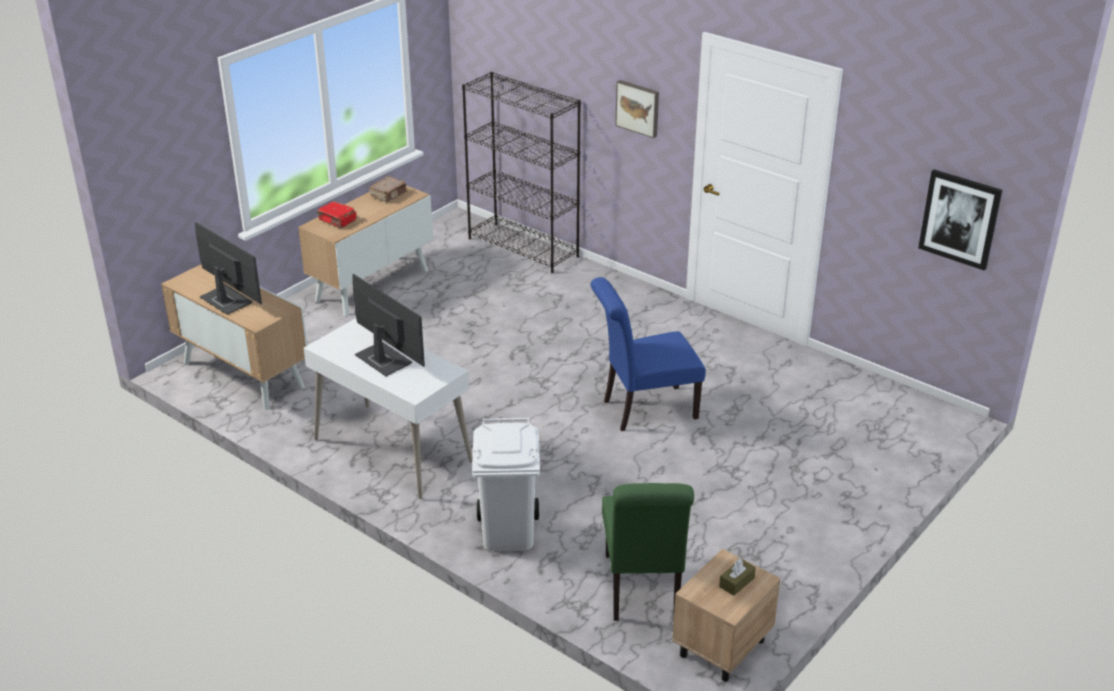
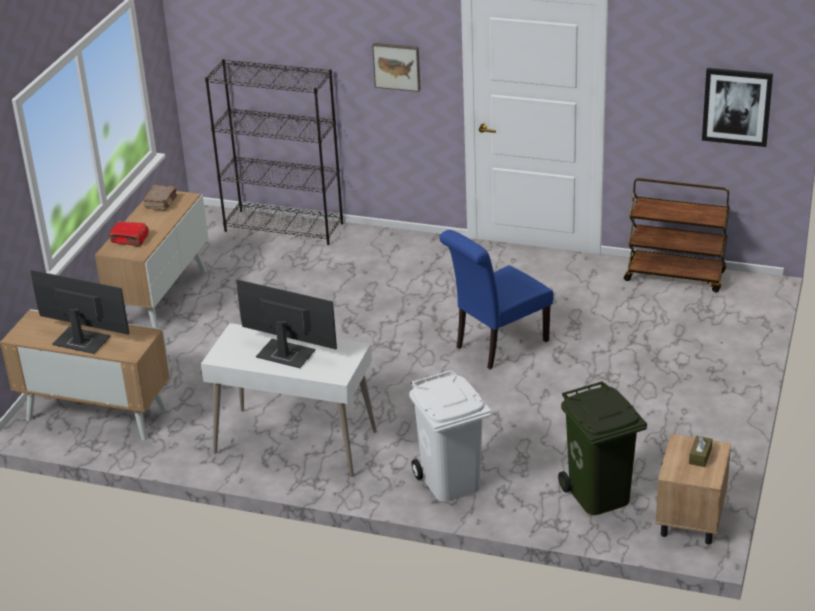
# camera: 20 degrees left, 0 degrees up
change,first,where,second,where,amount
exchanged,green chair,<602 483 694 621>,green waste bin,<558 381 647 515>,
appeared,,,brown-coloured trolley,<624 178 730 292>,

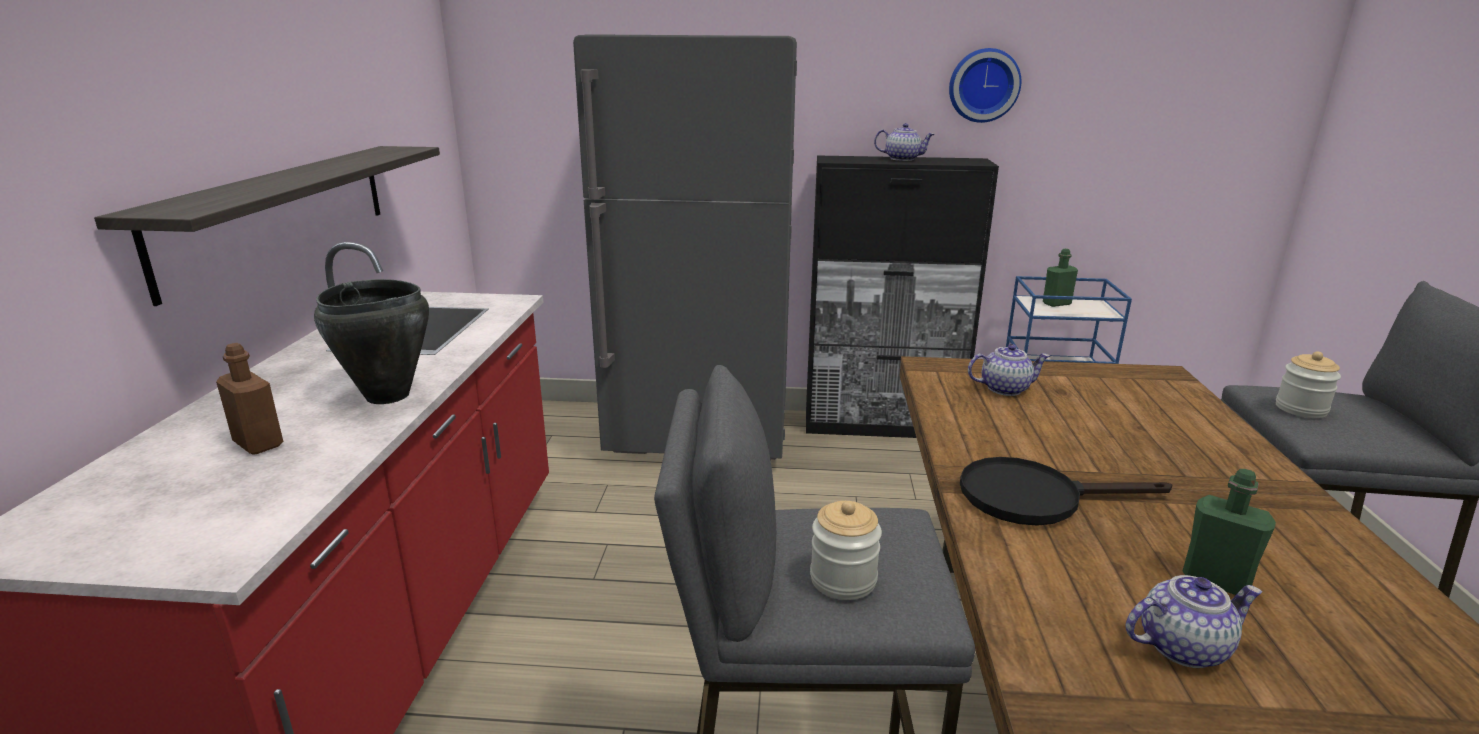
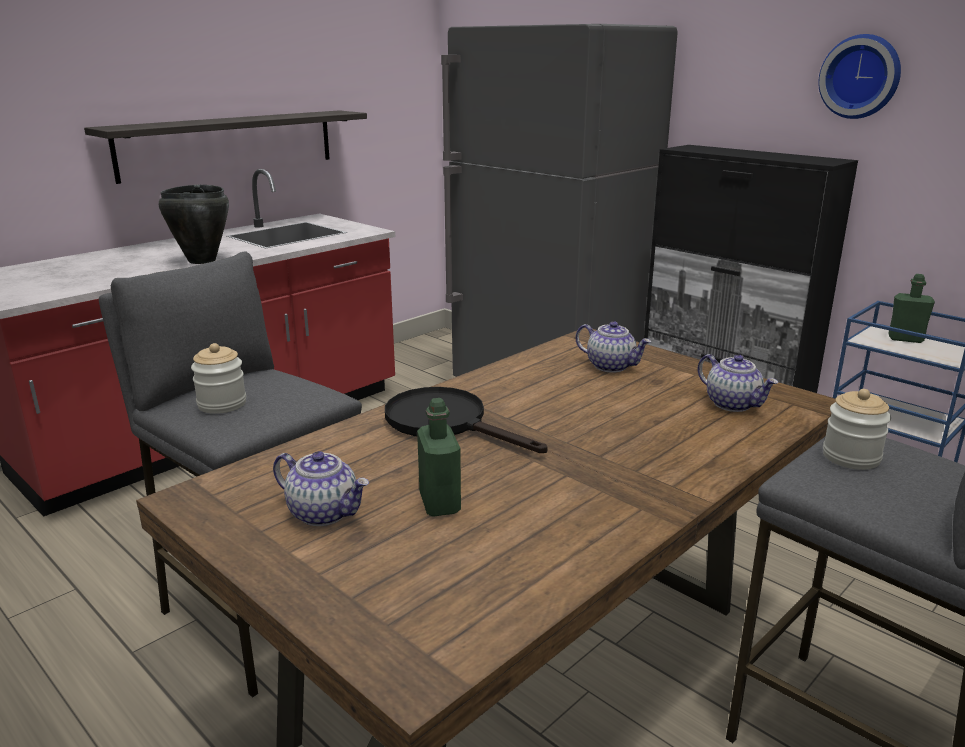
# camera: 40 degrees right, 0 degrees up
change,first,where,second,where,amount
missing,brown-coloured beverage bottle,<216 343 283 455>,,,
relocated,tea pot,<874 123 935 161>,,<698 354 778 412>,

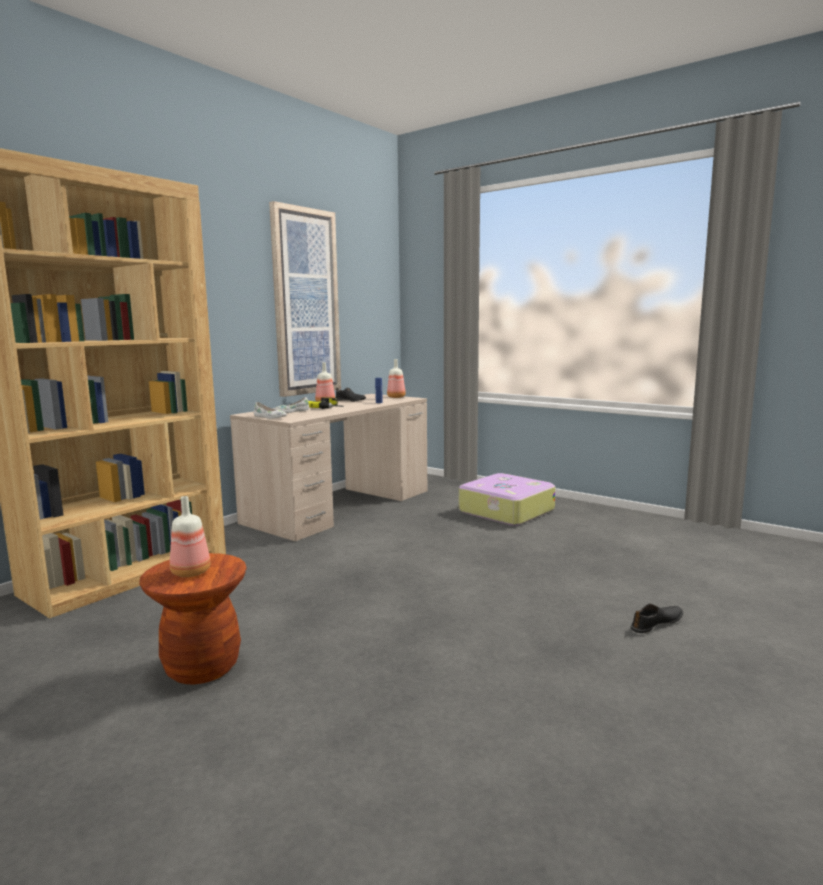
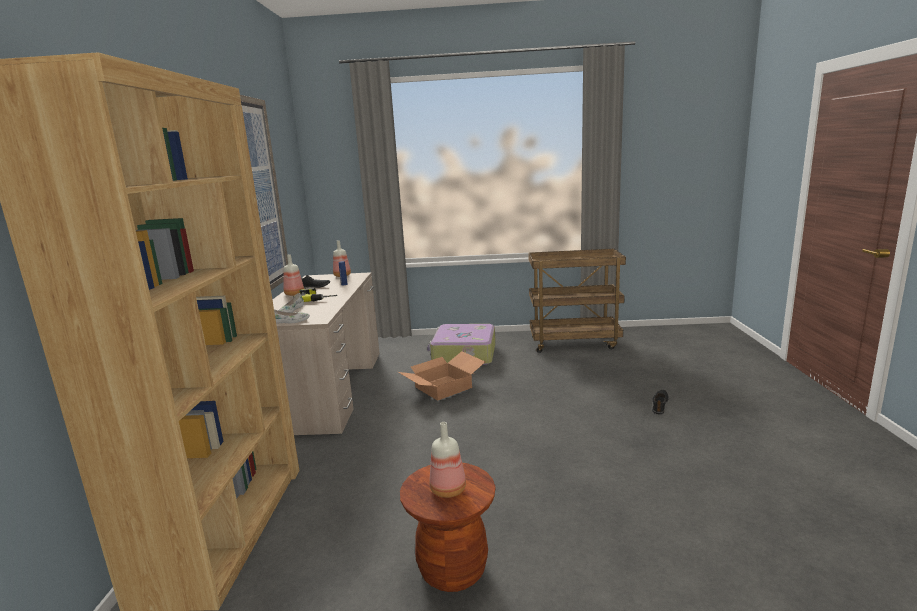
# camera: 35 degrees left, 5 degrees up
change,first,where,second,where,amount
appeared,,,carton,<398 351 485 401>,
appeared,,,brown-coloured trolley,<528 249 626 353>,

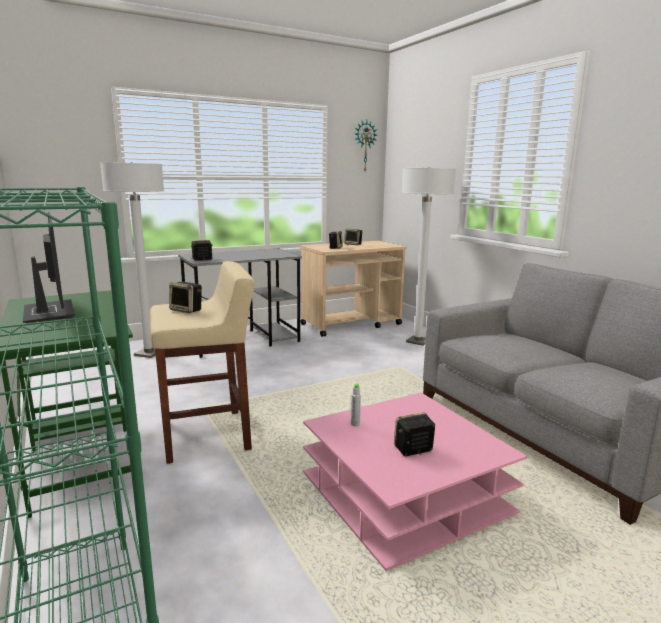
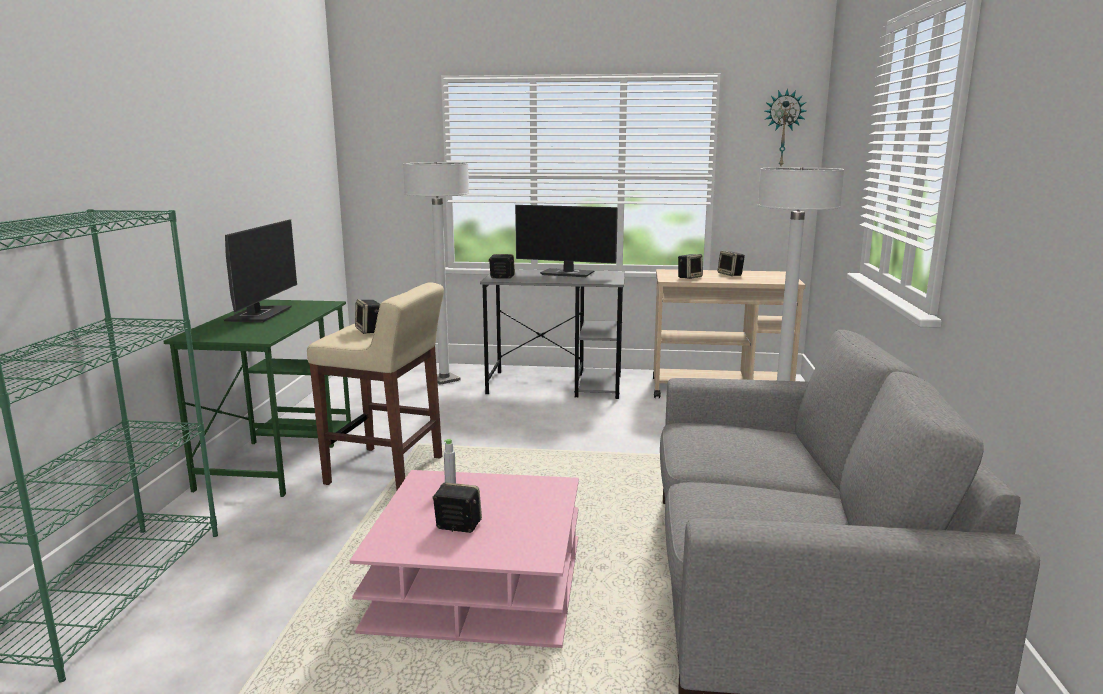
# camera: 35 degrees right, 0 degrees up
change,first,where,second,where,amount
appeared,,,monitor,<515 205 617 277>,

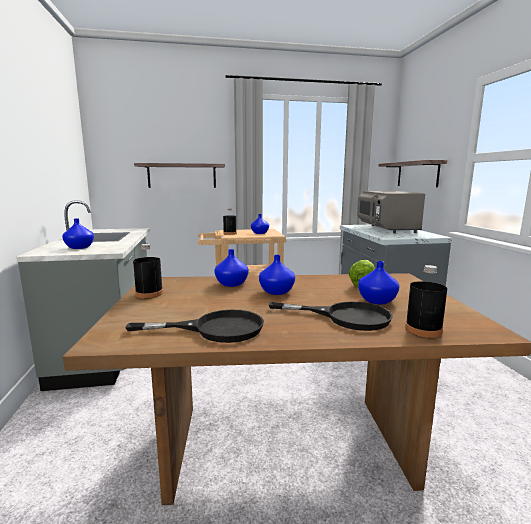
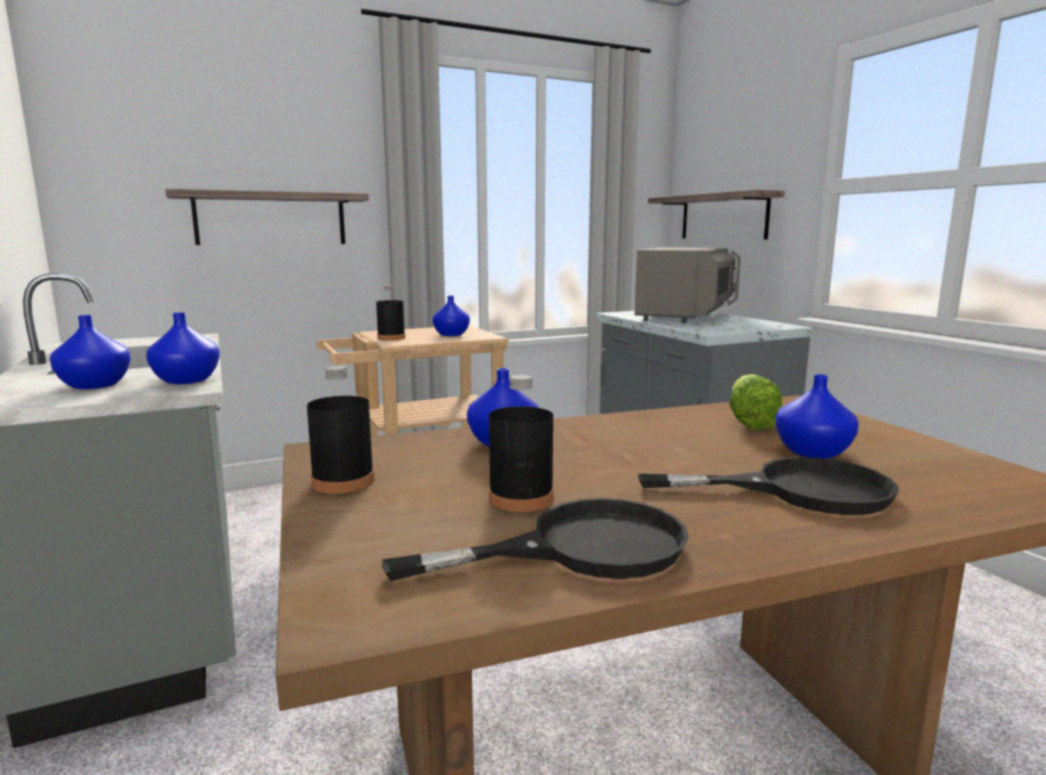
# camera: 15 degrees left, 0 degrees up
change,first,where,second,where,amount
relocated,blue-coloured decorative vase,<259 255 295 295>,,<146 312 220 384>,
spun,greyish microwave oven,<357 191 425 233>,,<635 247 741 323>,135 degrees counterclockwise
relocated,black beverage bottle,<405 265 447 338>,,<489 375 554 512>,

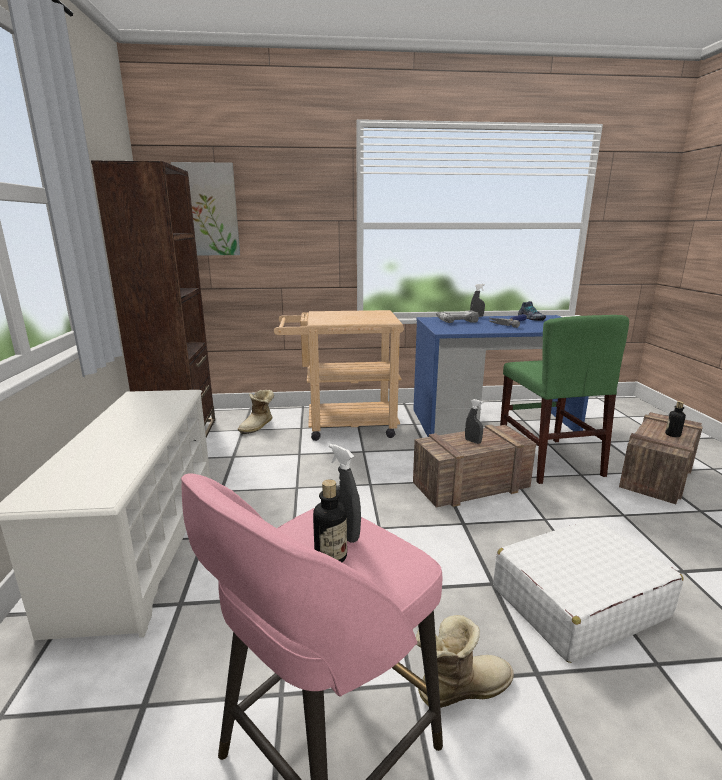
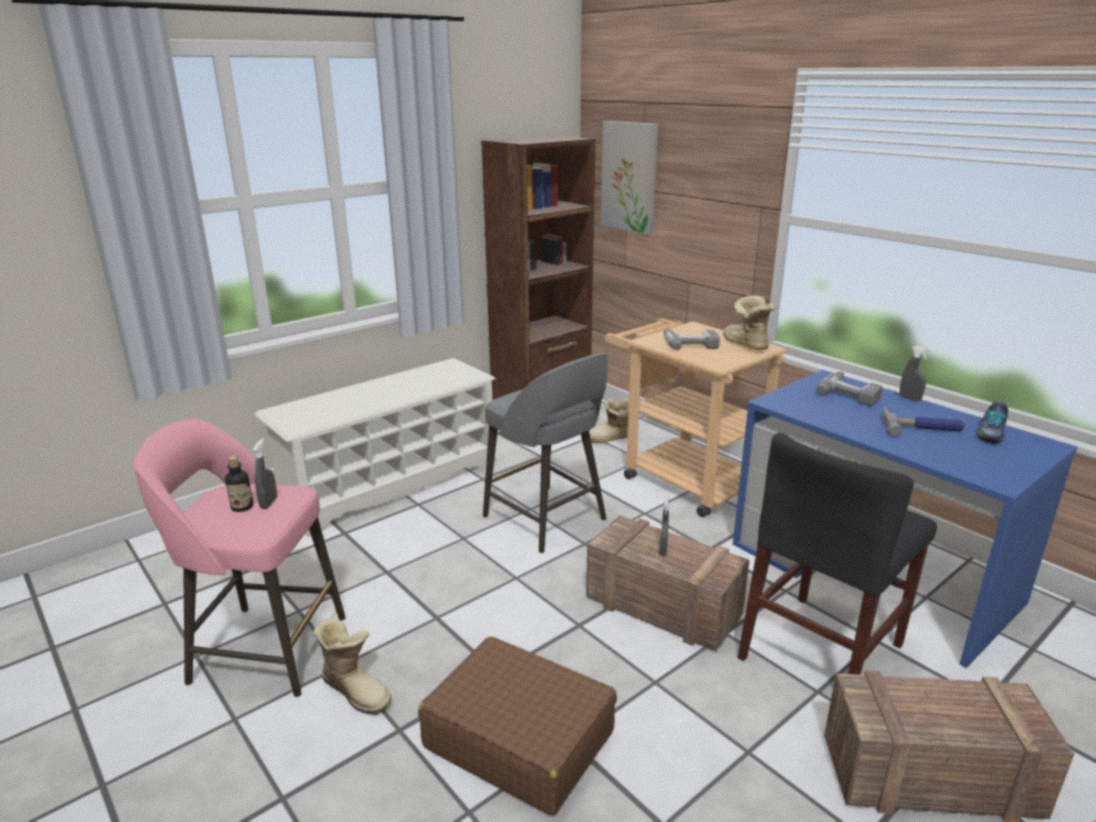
# camera: 55 degrees right, 5 degrees up
change,first,where,second,where,amount
colour,white suitcase,<493 518 684 663>,brown-coloured suitcase,<418 636 617 816>,
colour,green chair,<500 315 629 484>,black chair,<737 433 937 675>,
missing,beverage bottle,<665 401 686 437>,,,
appeared,,,greyish stool,<483 353 607 553>,
appeared,,,electric drill,<664 328 720 350>,
appeared,,,tall boot,<723 296 775 350>,

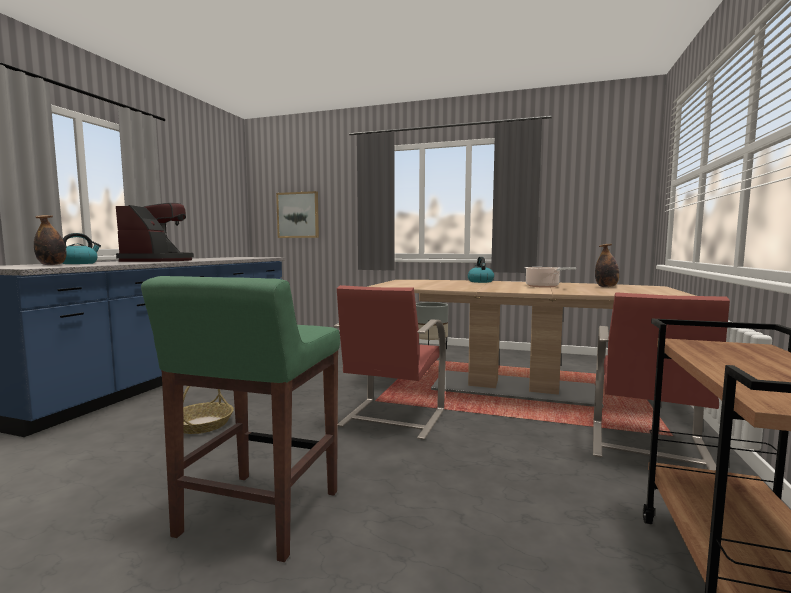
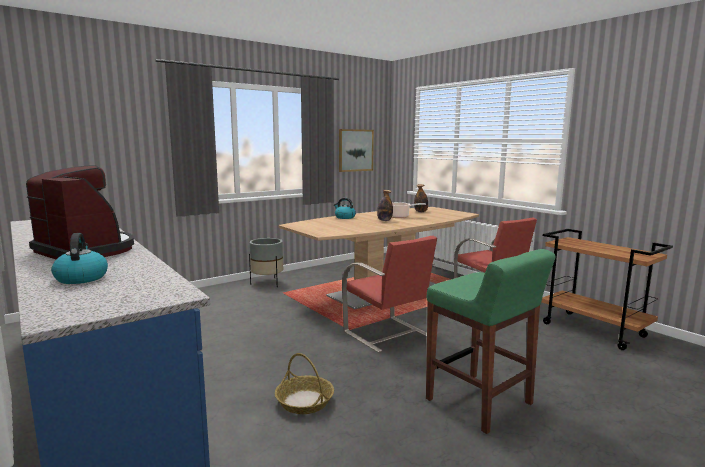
# camera: 55 degrees left, 5 degrees up
change,first,where,second,where,amount
relocated,beverage bottle,<34 215 67 265>,,<377 190 393 221>,
relocated,wall art,<276 191 319 238>,,<339 129 374 172>,

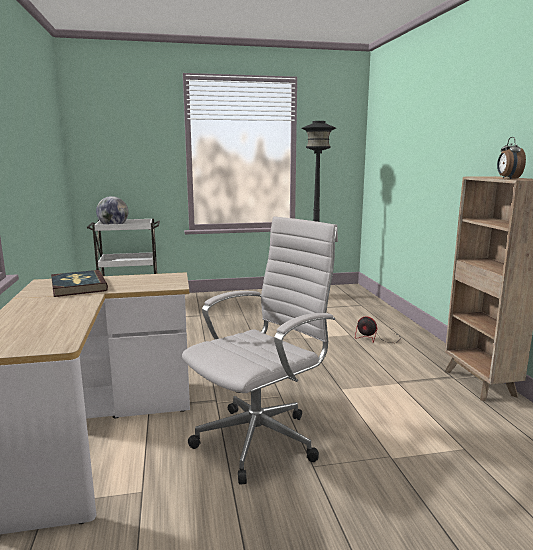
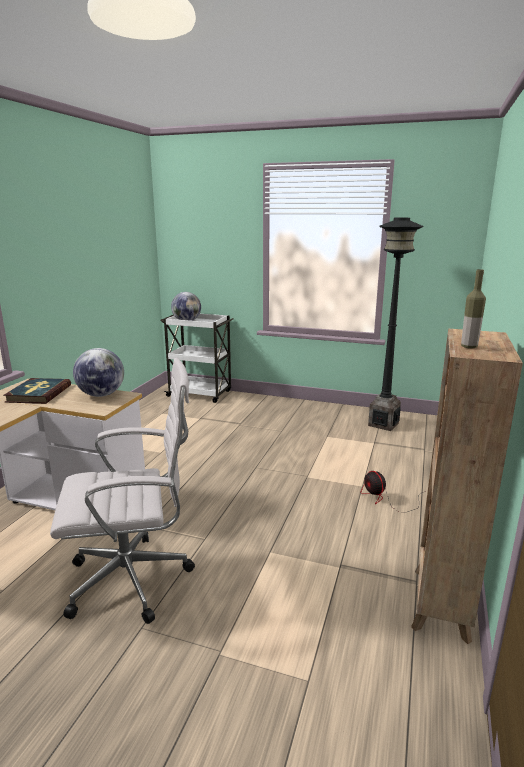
# camera: 30 degrees right, 5 degrees up
change,first,where,second,where,amount
exchanged,bedside clock,<497 137 526 179>,beverage bottle,<461 269 486 348>,
appeared,,,globe,<73 348 124 397>,

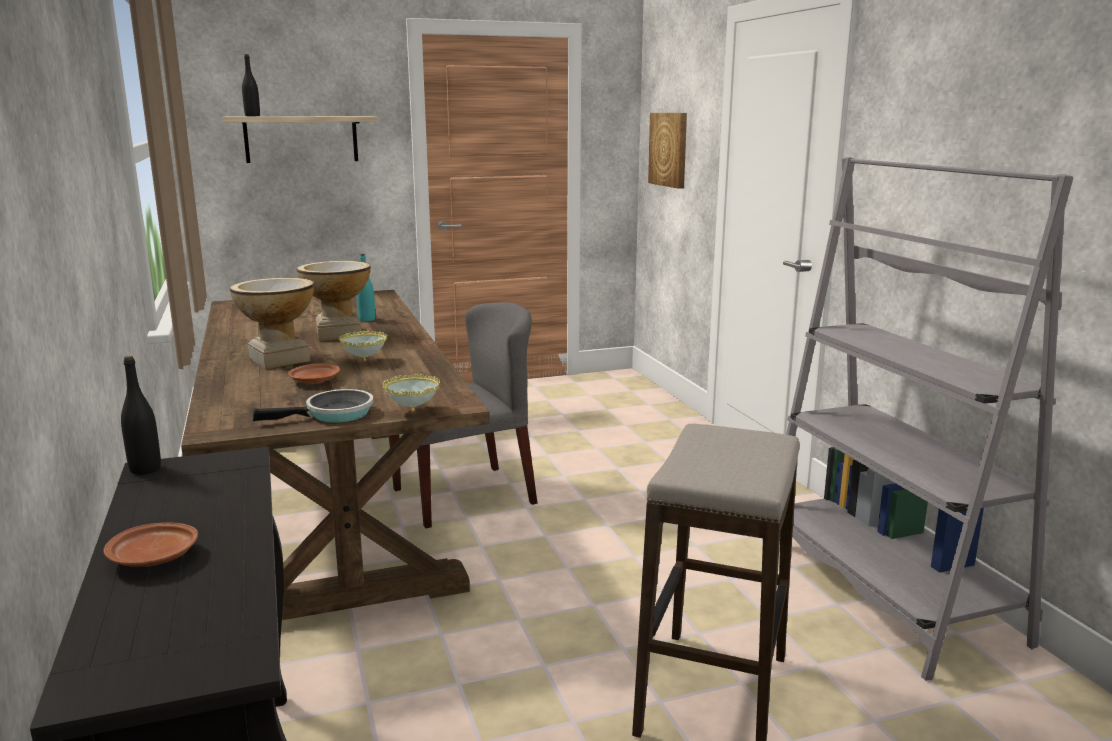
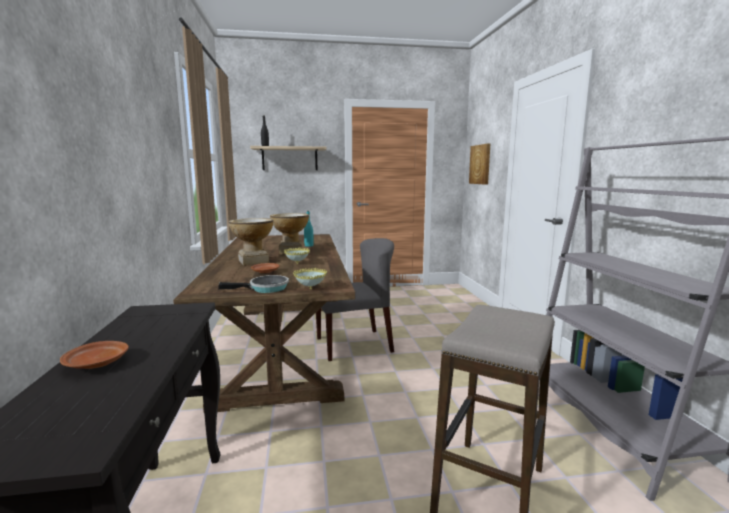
# camera: 10 degrees right, 5 degrees down
change,first,where,second,where,amount
missing,black beverage bottle,<121 356 161 475>,,,

